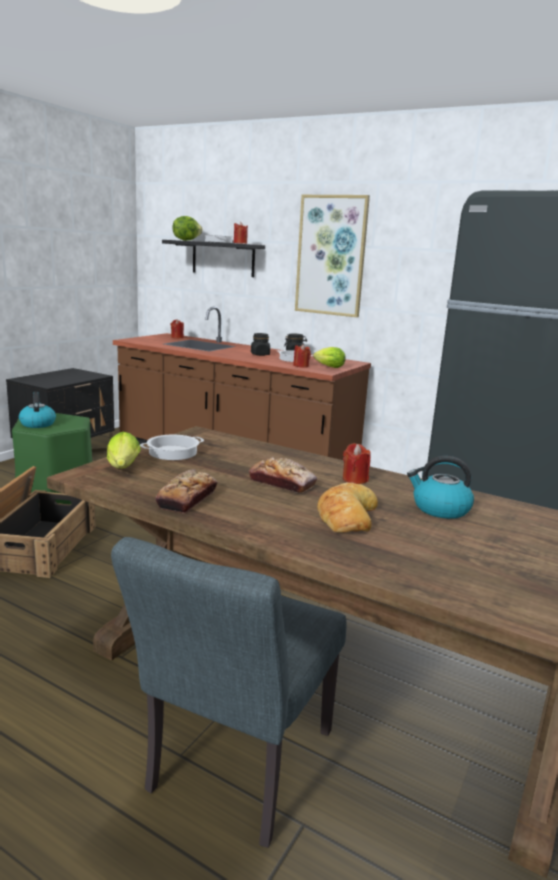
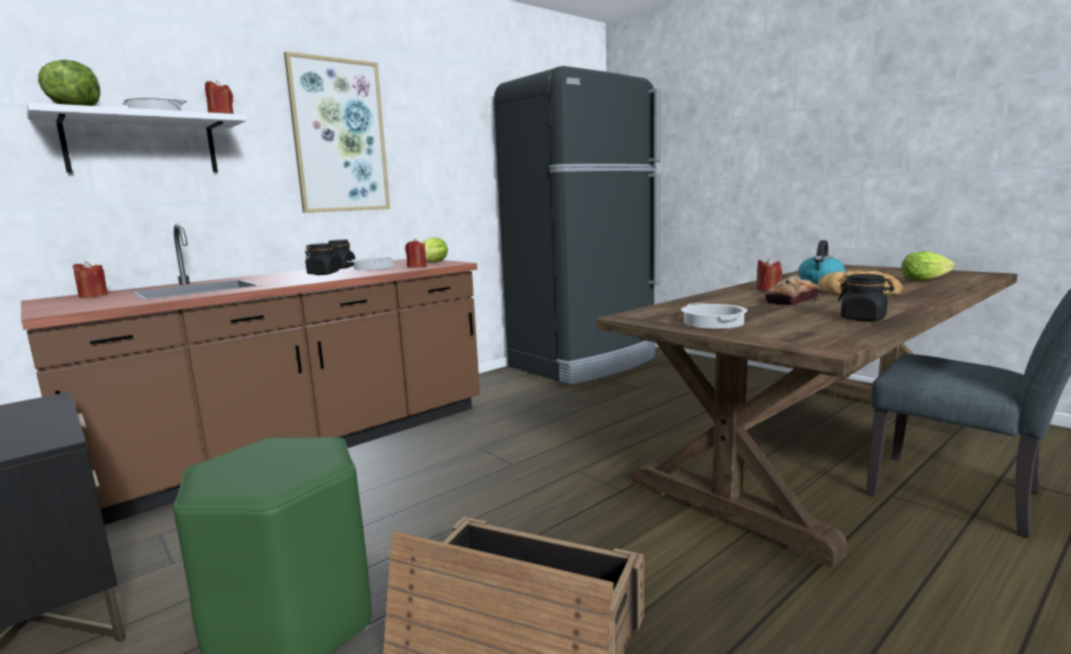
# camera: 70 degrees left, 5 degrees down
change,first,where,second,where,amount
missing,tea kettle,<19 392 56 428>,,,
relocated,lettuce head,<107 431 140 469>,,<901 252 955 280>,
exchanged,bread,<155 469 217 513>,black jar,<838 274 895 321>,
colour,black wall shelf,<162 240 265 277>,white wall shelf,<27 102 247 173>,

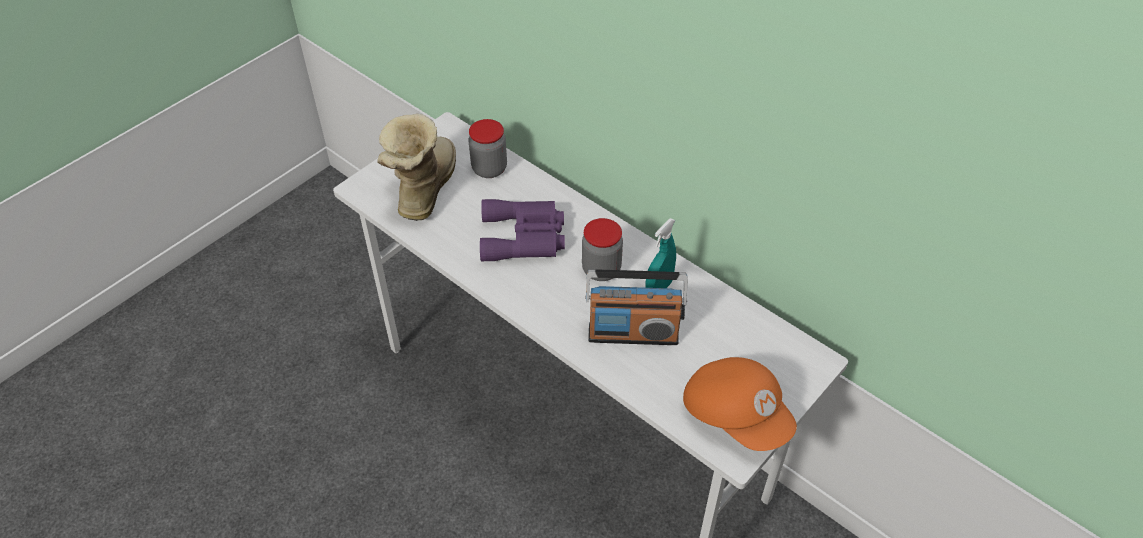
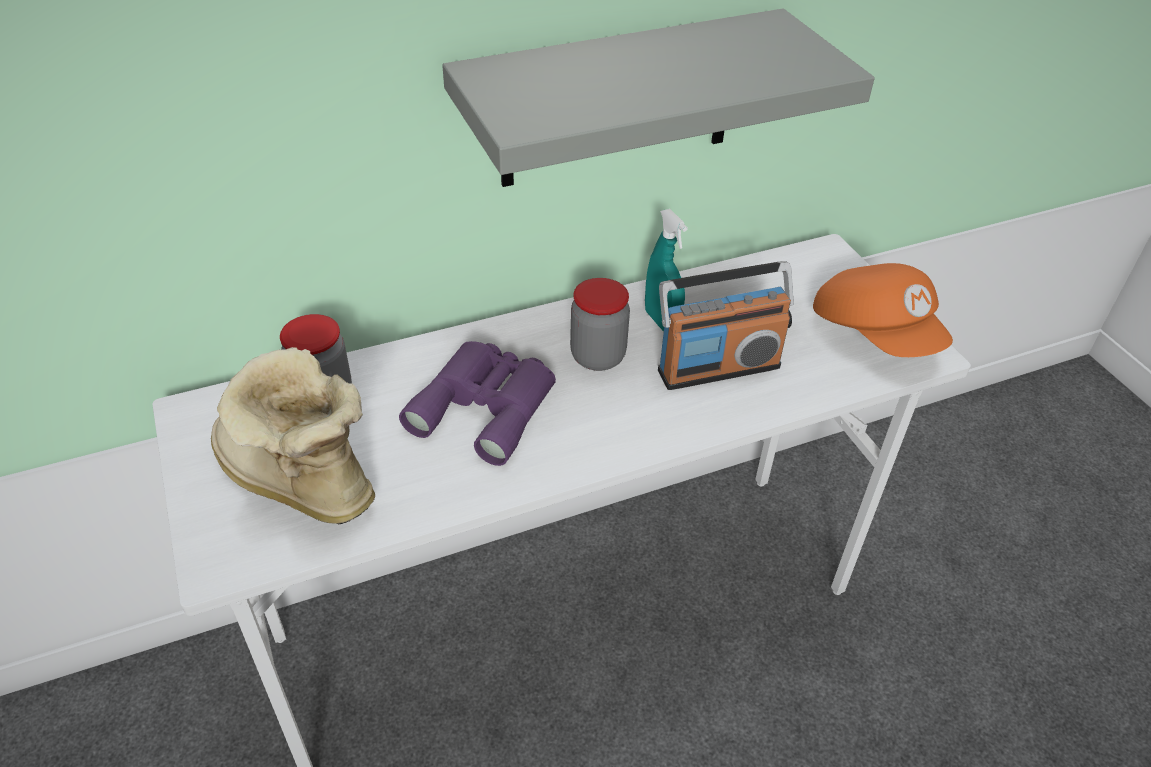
# camera: 65 degrees left, 5 degrees down
change,first,where,second,where,amount
spun,radio receiver,<585 269 688 345>,,<658 261 794 390>,45 degrees clockwise
spun,orange cap,<683 357 797 451>,,<813 263 953 357>,75 degrees clockwise
appeared,,,greyish wall shelf,<442 9 875 187>,

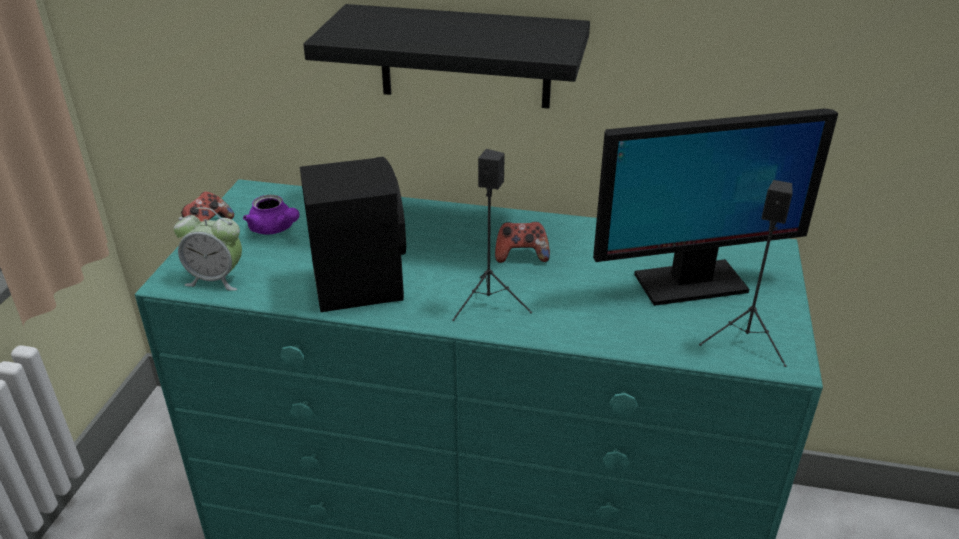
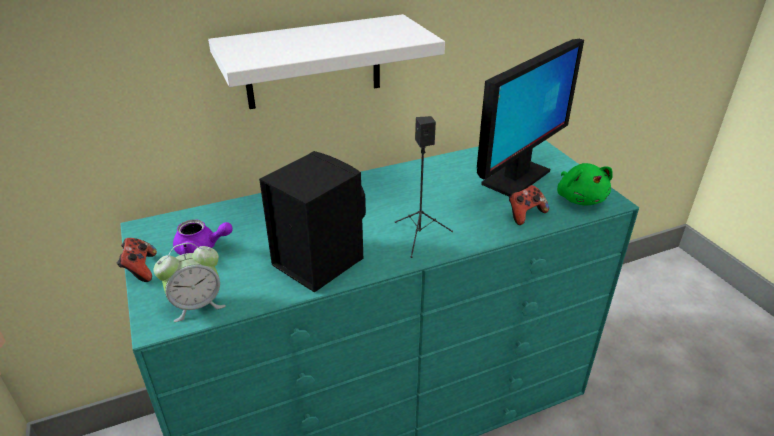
# camera: 35 degrees left, 0 degrees up
change,first,where,second,where,amount
colour,black wall shelf,<303 4 590 109>,white wall shelf,<208 14 445 109>,
relocated,game controller,<495 222 550 263>,,<509 185 549 225>,
exchanged,black audio speaker,<699 180 793 367>,green cuddly toy,<557 163 613 205>,

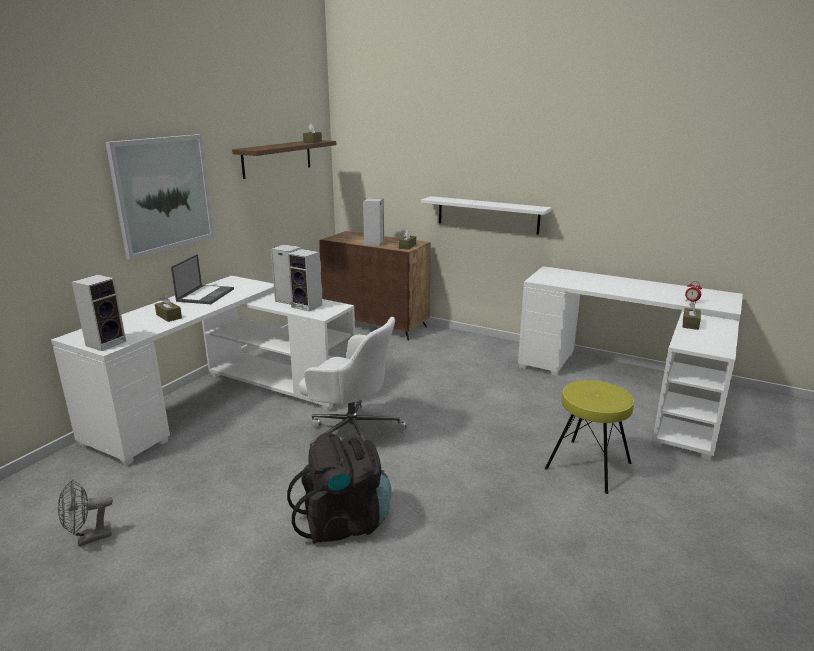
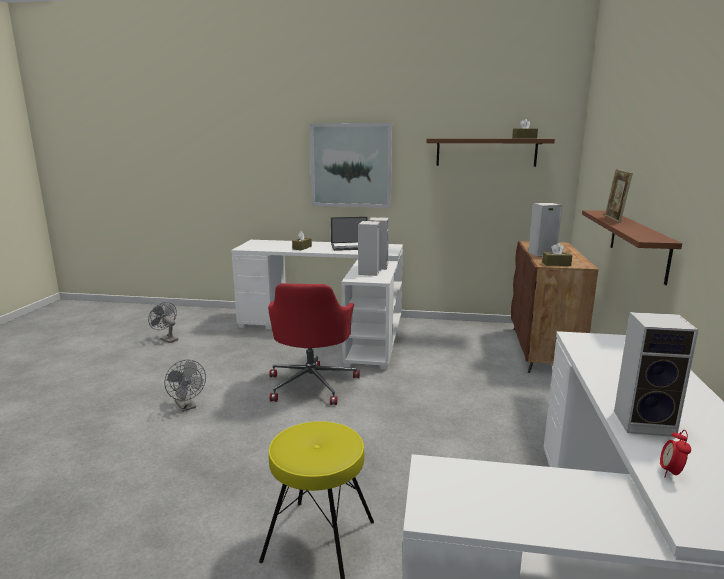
# camera: 70 degrees right, 5 degrees down
change,first,where,second,where,amount
relocated,audio speaker,<72 274 126 351>,,<614 312 698 437>,
exchanged,black backpack,<287 433 391 544>,greyish fan,<164 360 206 412>,
colour,white desk chair,<299 317 407 447>,red desk chair,<268 283 360 405>,
colour,white wall shelf,<421 196 552 235>,brown-coloured wall shelf,<582 210 682 285>,
missing,brown-coloured box of tissues,<683 302 701 330>,,,
appeared,,,picture frame,<605 169 633 223>,

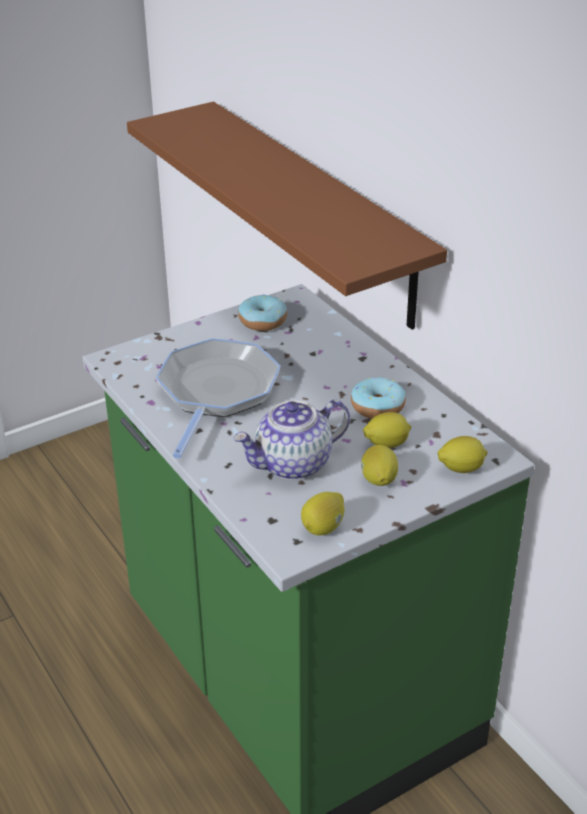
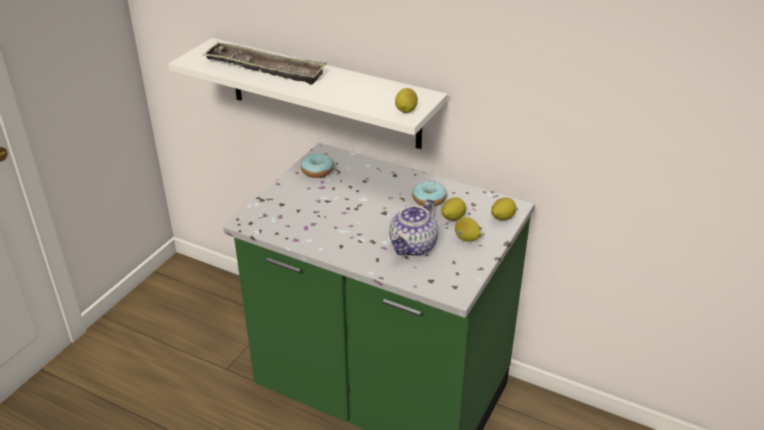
# camera: 30 degrees left, 0 degrees up
change,first,where,second,where,amount
colour,brown-coloured wall shelf,<127 102 447 329>,white wall shelf,<168 38 448 149>,
missing,pan,<156 338 281 459>,,,
relocated,citrus fruit,<301 492 344 535>,,<395 88 418 113>,
appeared,,,serving tray,<202 42 327 85>,

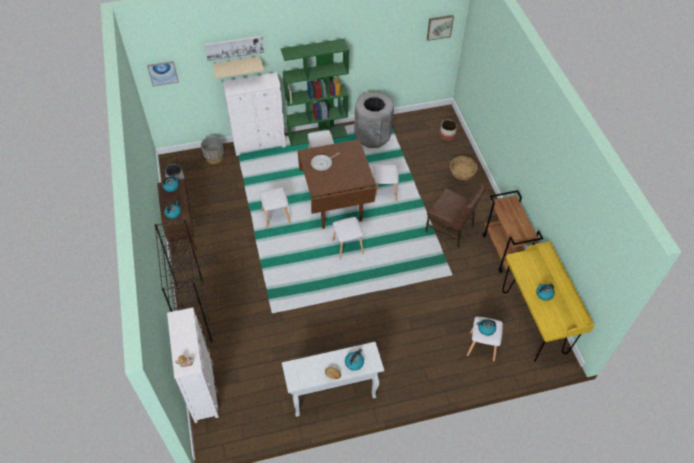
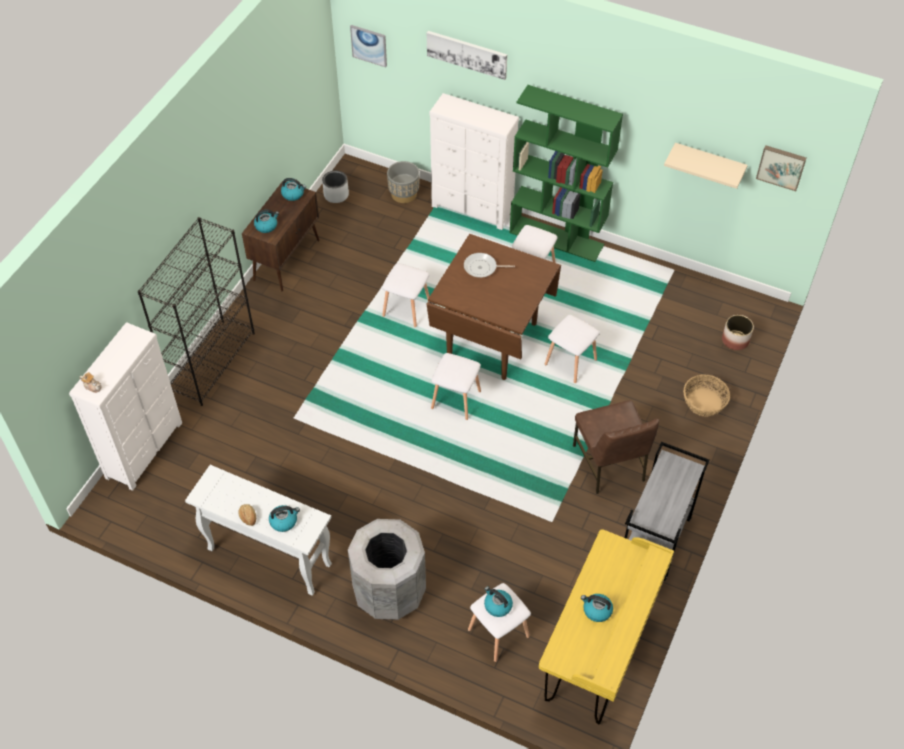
# camera: 40 degrees right, 0 degrees up
change,first,where,second,where,amount
relocated,beige wall shelf,<213 56 264 79>,,<664 143 748 189>,
relocated,greyish waste bin,<354 92 394 148>,,<348 519 426 620>,
colour,brown-coloured trolley,<483 190 543 273>,greyish trolley,<625 442 710 581>,

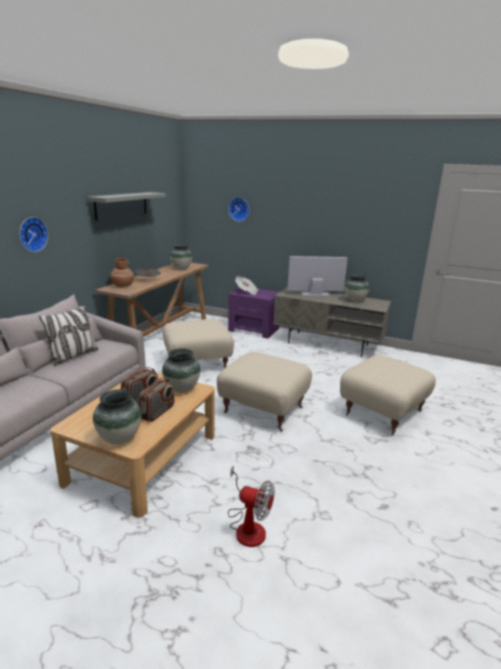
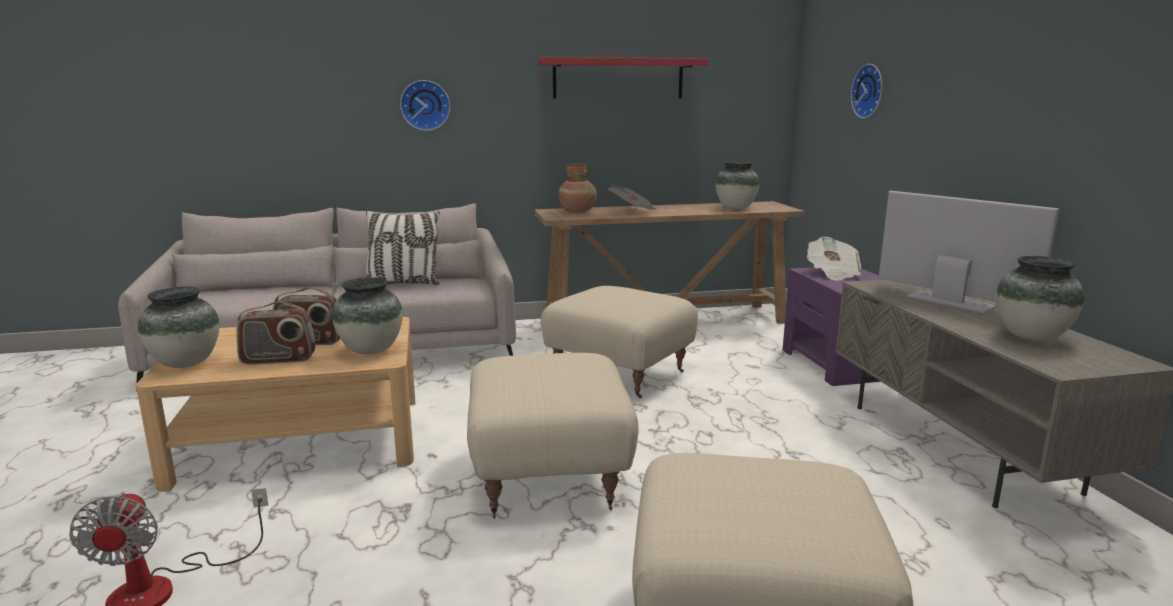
# camera: 55 degrees right, 5 degrees down
change,first,where,second,where,amount
colour,greyish wall shelf,<87 192 166 221>,red wall shelf,<538 57 709 98>,

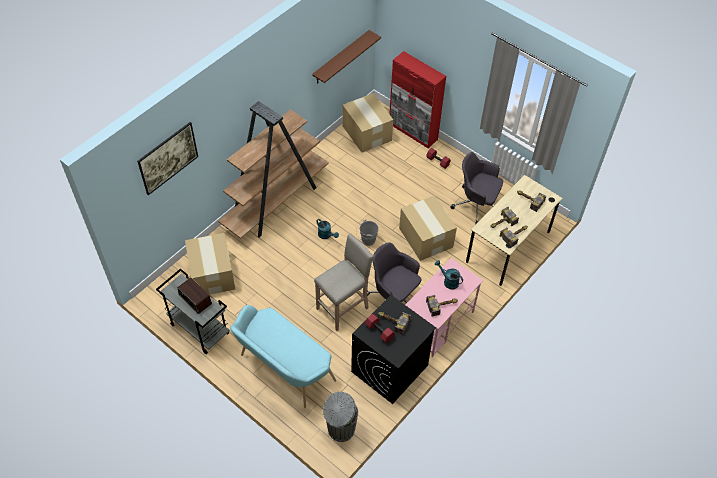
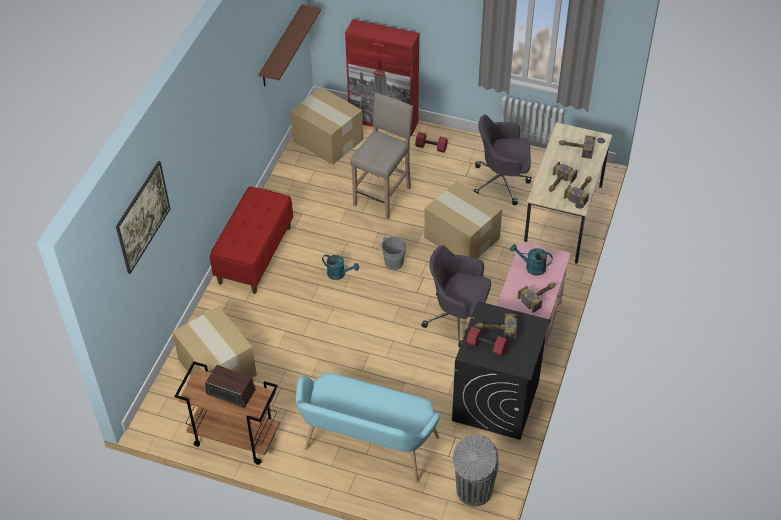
# camera: 20 degrees left, 5 degrees down
change,first,where,second,where,amount
colour,greyish trolley,<156 269 230 354>,brown-coloured trolley,<174 361 280 465>,
exchanged,brown-coloured bookshelf,<218 101 329 239>,red bench,<210 187 293 294>,
relocated,beige stool,<314 233 374 331>,,<350 93 413 219>,

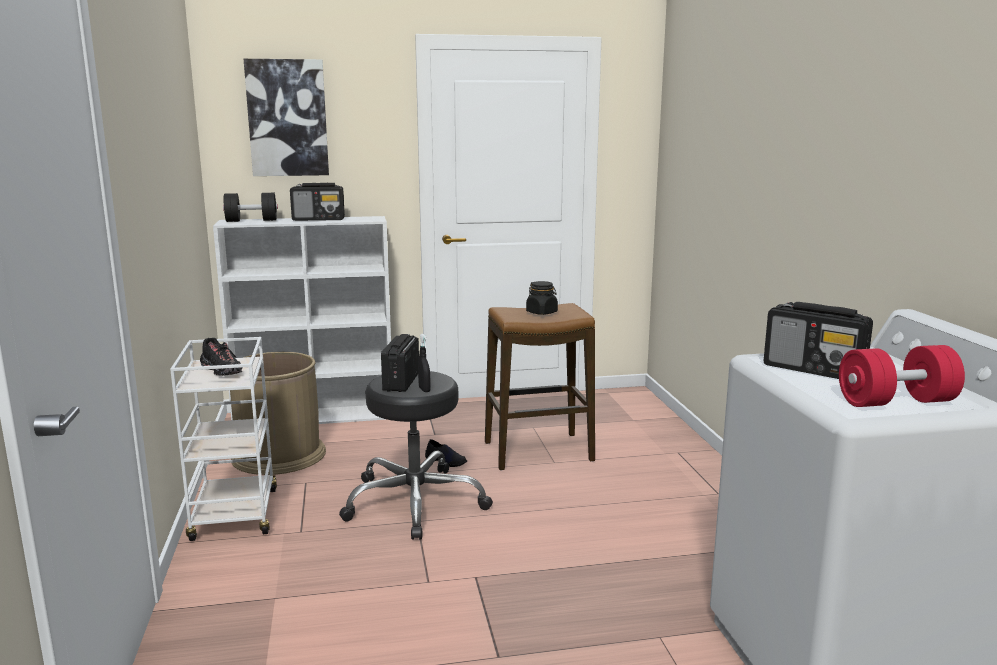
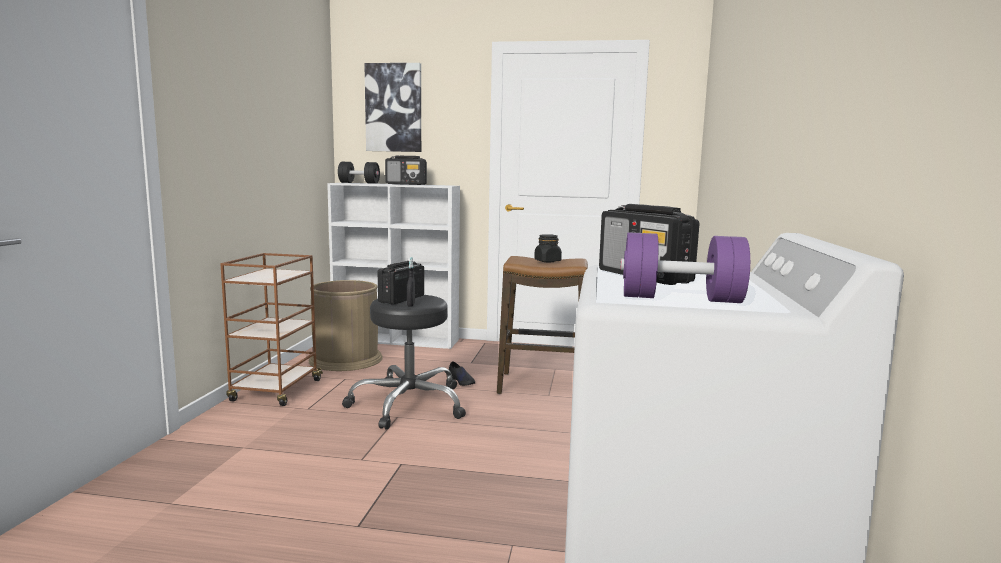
# camera: 20 degrees right, 5 degrees down
change,first,where,second,where,amount
colour,white trolley,<170 337 277 541>,brown-coloured trolley,<220 253 323 406>,
missing,black low shoe,<200 338 242 376>,,,
colour,red hand weight,<839 345 965 407>,purplish hand weight,<621 232 750 303>,

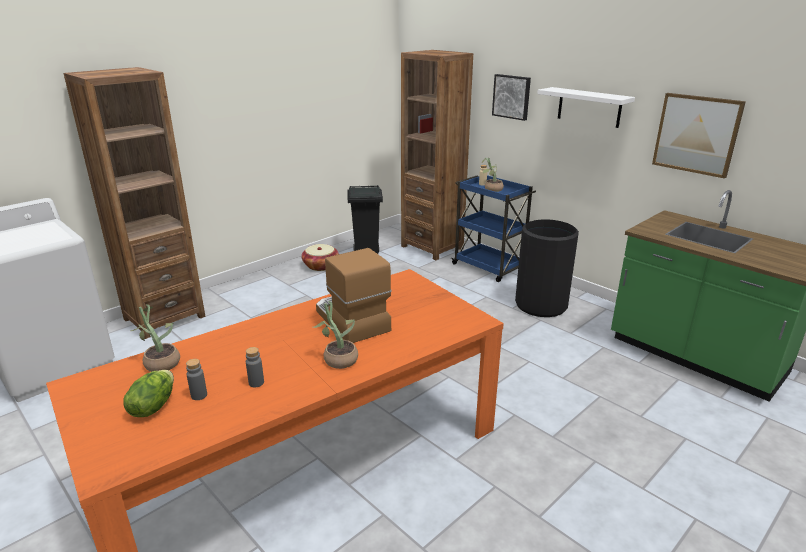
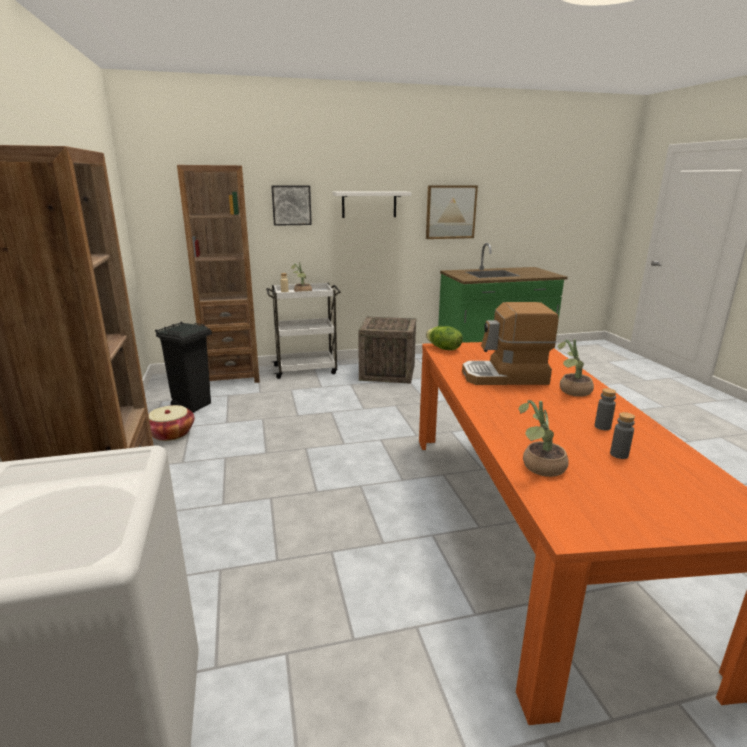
# camera: 60 degrees left, 5 degrees down
change,first,where,second,where,amount
relocated,lettuce head,<123 370 174 417>,,<426 326 463 350>,
colour,blue-coloured trolley,<451 175 536 282>,white trolley,<266 283 341 379>,
exchanged,black waste bin,<515 219 579 317>,crate,<358 317 416 384>,

